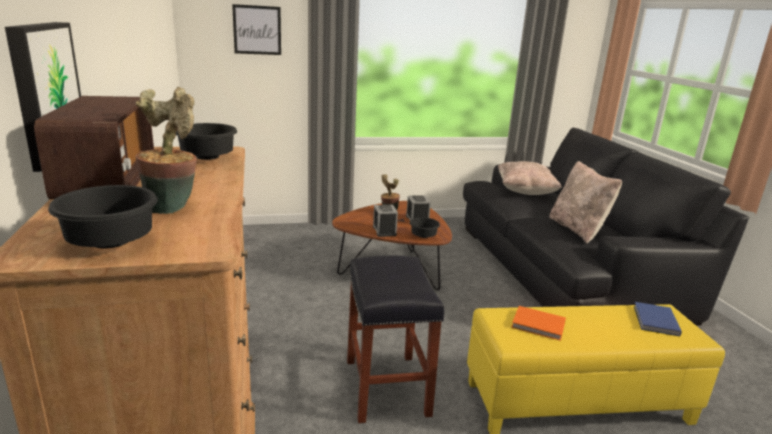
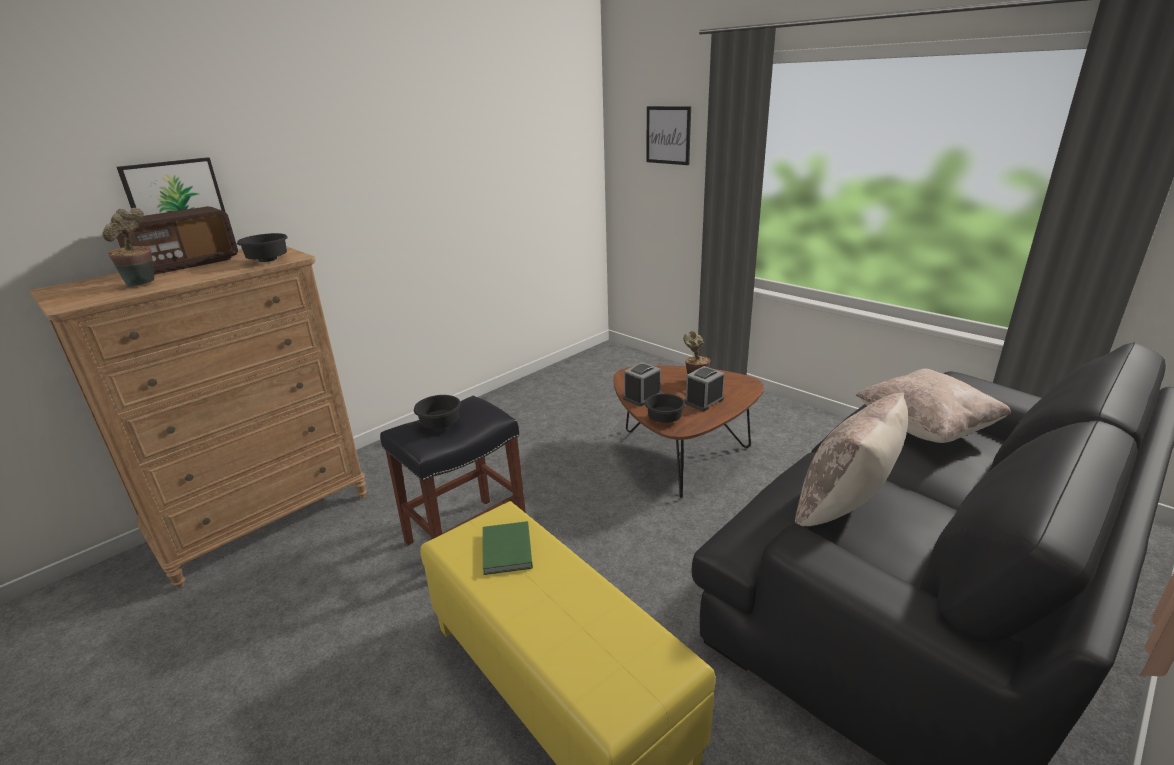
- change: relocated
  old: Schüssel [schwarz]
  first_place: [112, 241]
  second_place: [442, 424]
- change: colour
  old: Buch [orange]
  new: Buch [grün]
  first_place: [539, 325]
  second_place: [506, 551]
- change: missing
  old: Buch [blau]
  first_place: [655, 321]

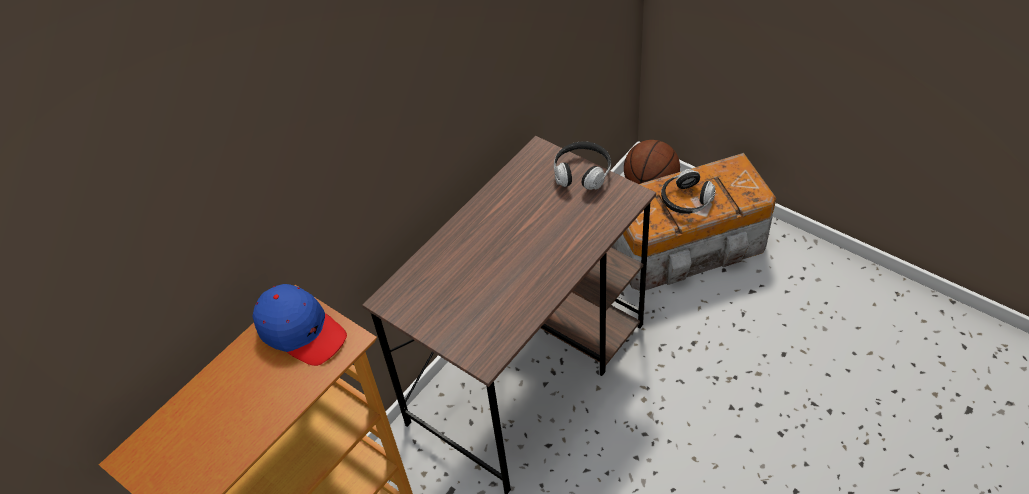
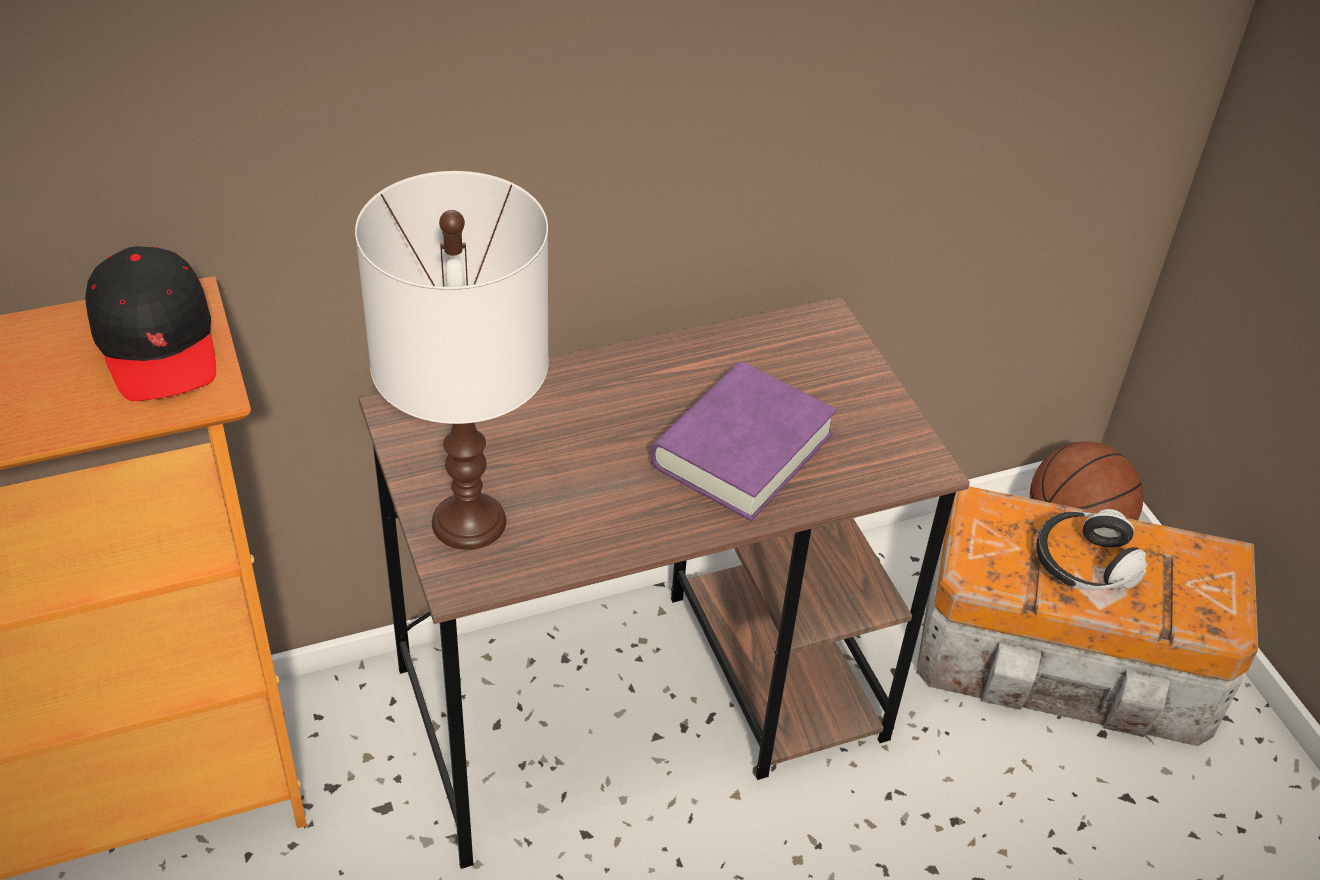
- change: colour
  old: Kappe [blau]
  new: Kappe [schwarz]
  first_place: [301, 331]
  second_place: [157, 342]
- change: appeared
  new: Tischlampe [weiß]
  second_place: [469, 520]
- change: appeared
  new: Buch [lila]
  second_place: [742, 450]
- change: missing
  old: Kopfhörer
  first_place: [582, 173]

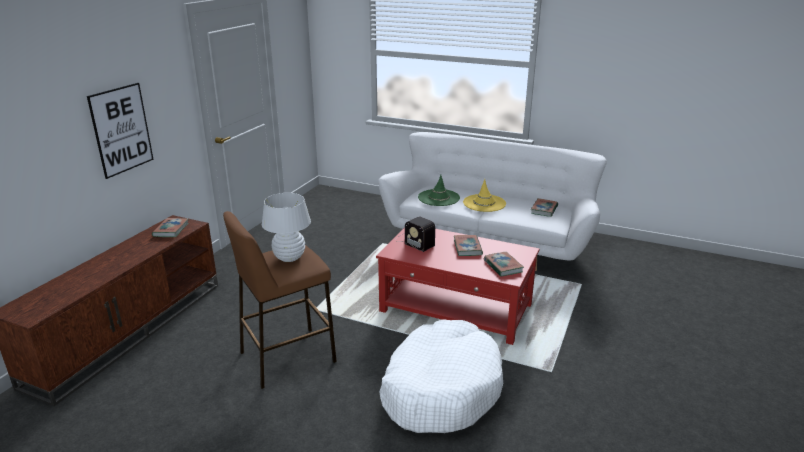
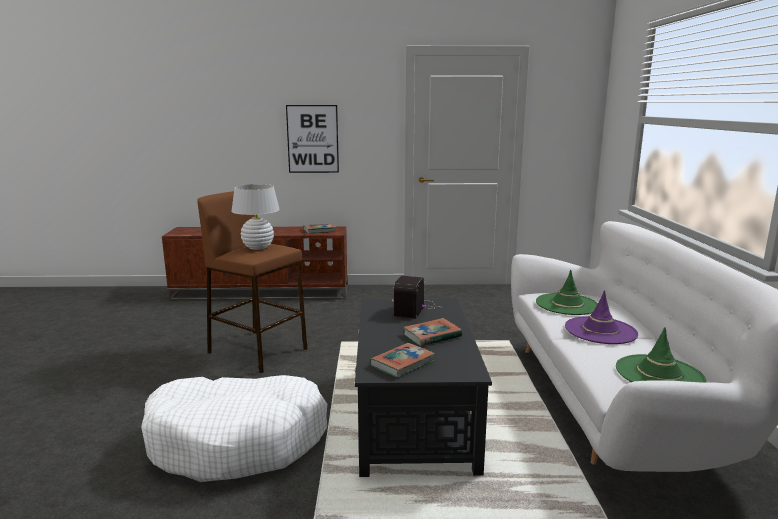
- change: colour
  old: Couchtisch [rot]
  new: Couchtisch [schwarz]
  first_place: [456, 308]
  second_place: [414, 416]
- change: colour
  old: Hut [gelb]
  new: Hut [lila]
  first_place: [484, 203]
  second_place: [600, 330]
- change: exchanged
  old: Buch
  new: Hut [grün]
  first_place: [544, 210]
  second_place: [659, 374]

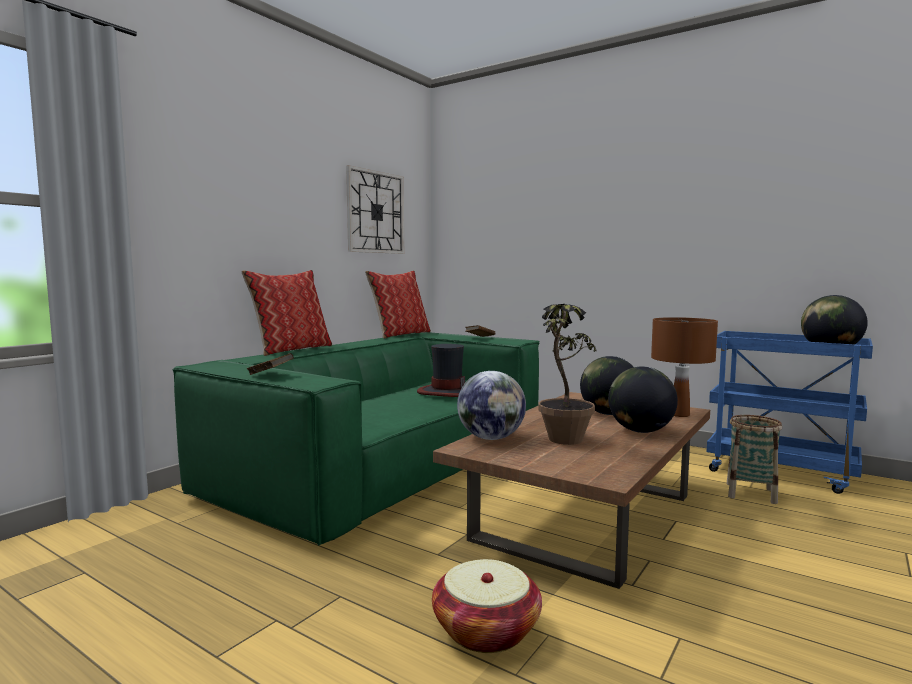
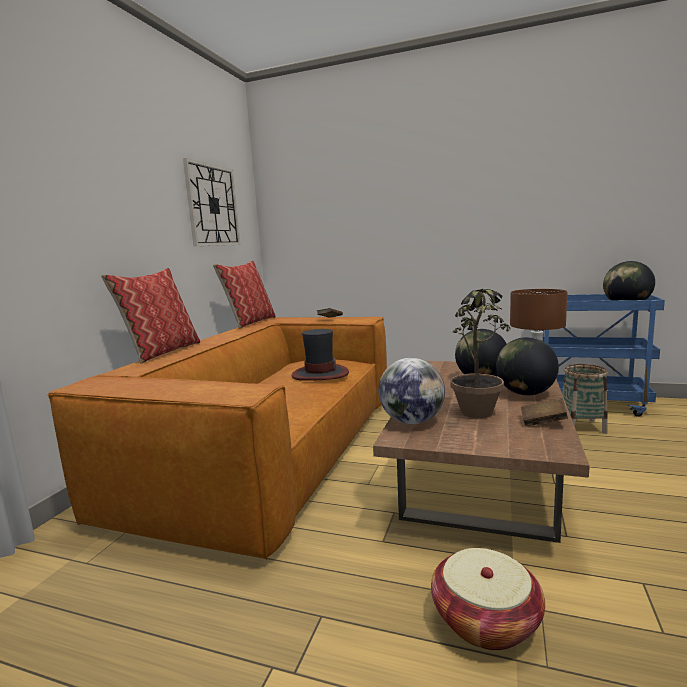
- change: colour
  old: Sofa [grün]
  new: Sofa [braun]
  first_place: [387, 465]
  second_place: [272, 450]
- change: relocated
  old: Buch [braun]
  first_place: [270, 375]
  second_place: [543, 422]

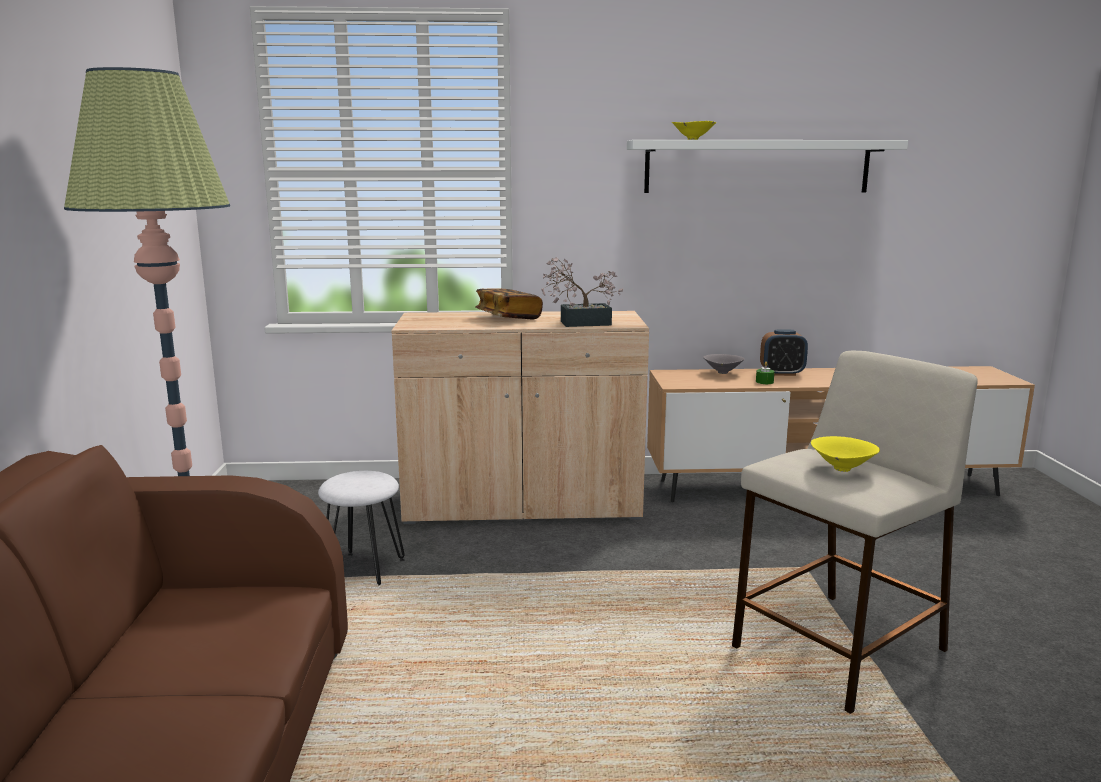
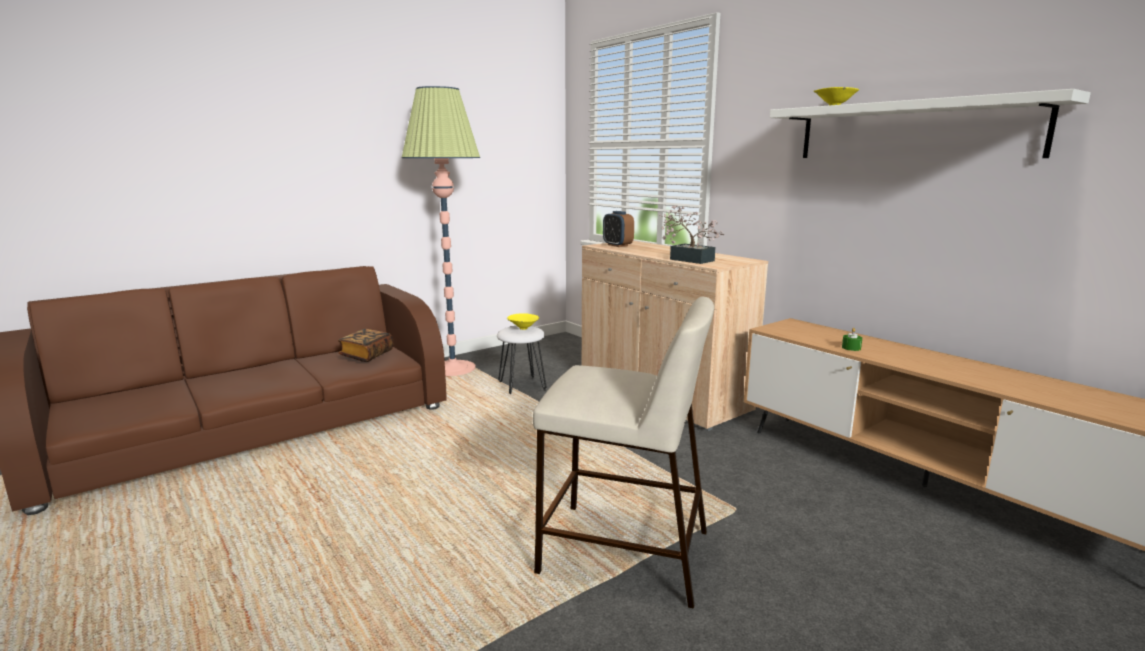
- change: relocated
  old: Buch
  first_place: [508, 317]
  second_place: [367, 355]
- change: relocated
  old: Schüssel [gelb]
  first_place: [841, 470]
  second_place: [522, 328]
- change: relocated
  old: Wecker
  first_place: [782, 373]
  second_place: [617, 245]
- change: missing
  old: Schüssel [grau]
  first_place: [722, 373]

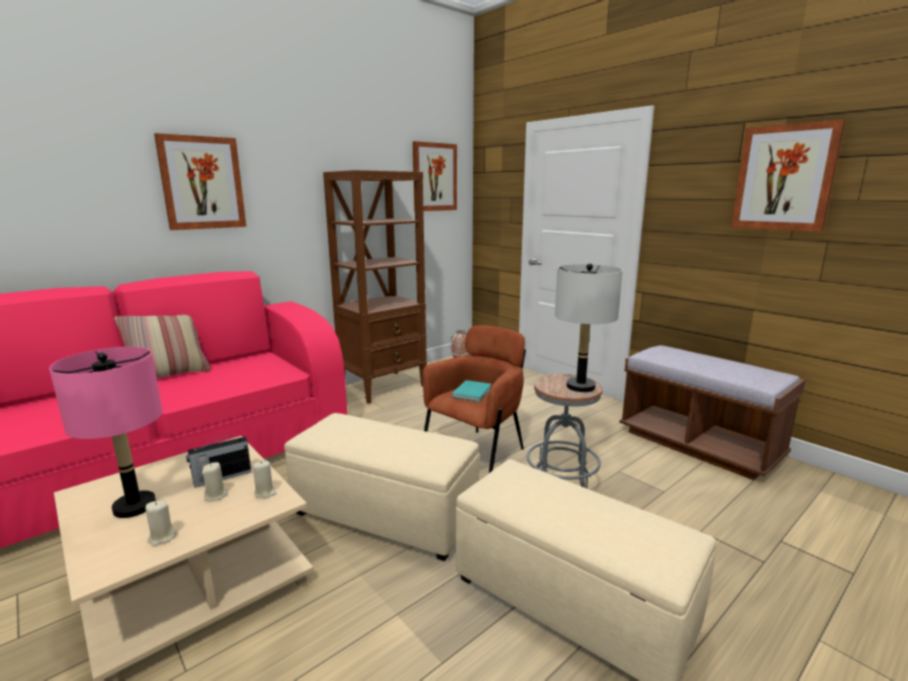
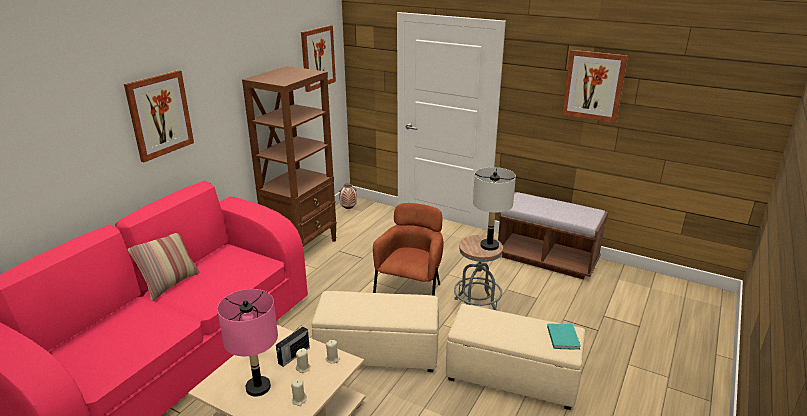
- change: relocated
  old: Buch [türkis]
  first_place: [473, 392]
  second_place: [563, 337]

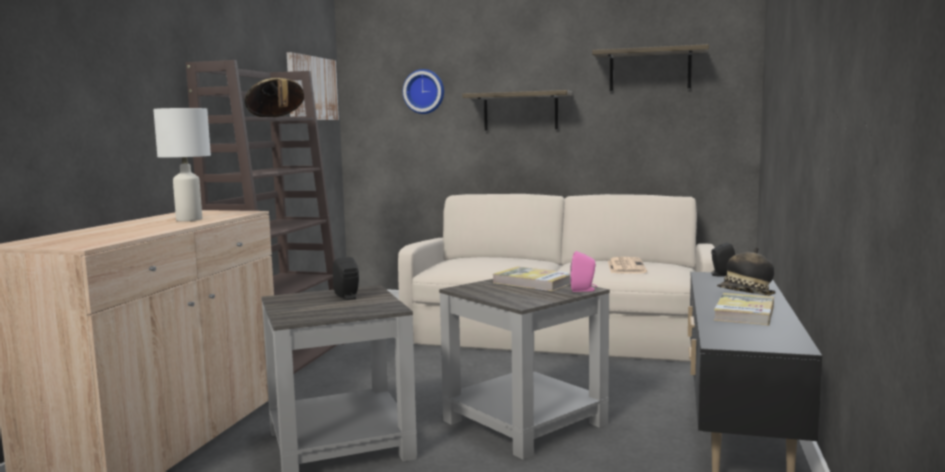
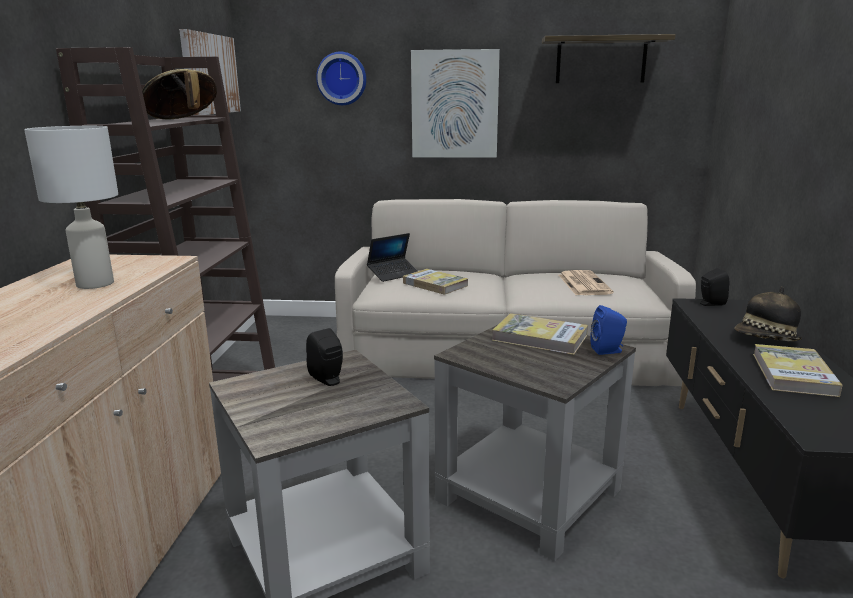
- change: appeared
  new: Laptop
  second_place: [393, 274]
- change: appeared
  new: Buch
  second_place: [435, 284]
- change: exchanged
  old: Wandregal
  new: Bild
  first_place: [520, 111]
  second_place: [454, 104]
- change: colour
  old: Lautsprecher [rosa]
  new: Lautsprecher [blau]
  first_place: [583, 290]
  second_place: [608, 350]

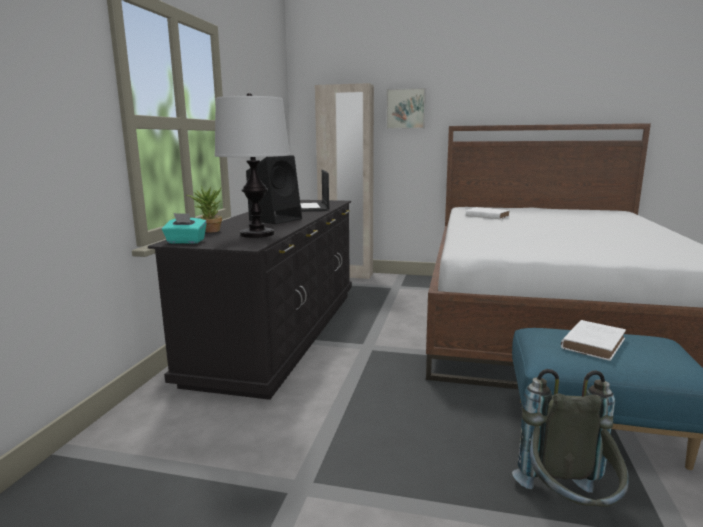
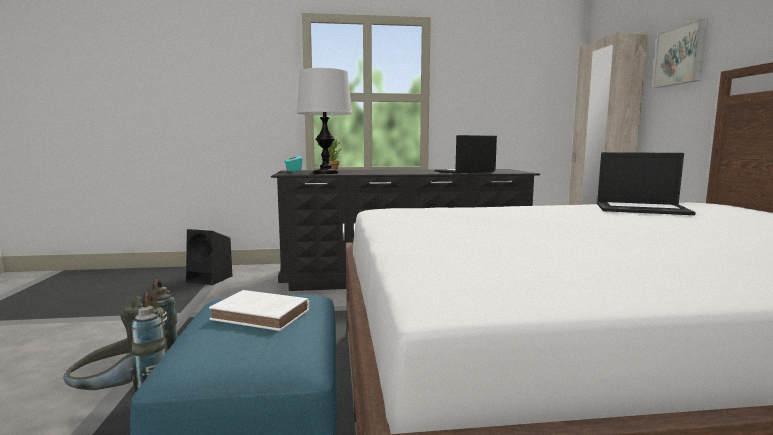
- change: relocated
  old: Lautsprecher [schwarz]
  first_place: [276, 219]
  second_place: [211, 279]
- change: exchanged
  old: Buch [weiß]
  new: Laptop
  first_place: [486, 216]
  second_place: [642, 209]

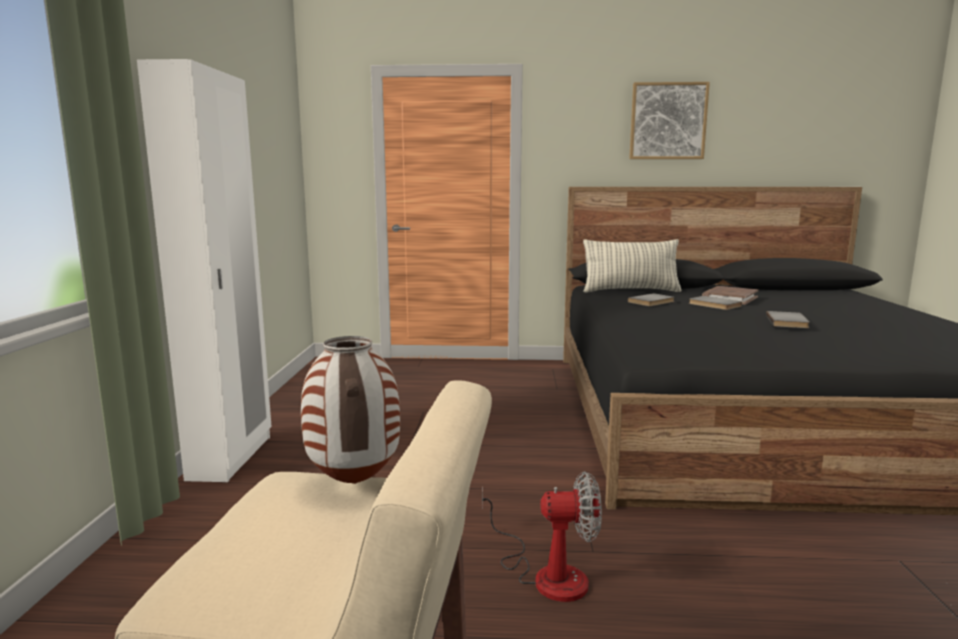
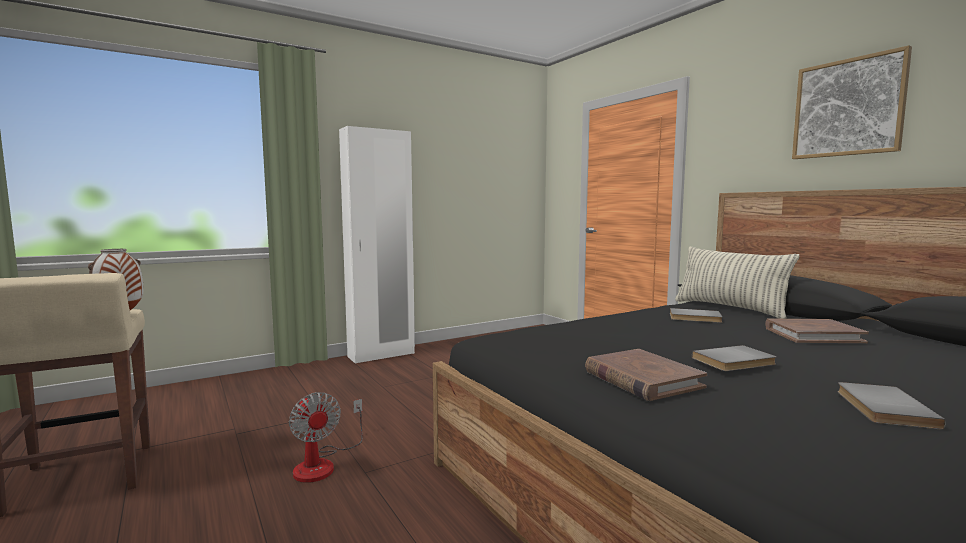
- change: appeared
  new: Buch [braun]
  second_place: [642, 379]
- change: relocated
  old: Buch [grau]
  first_place: [713, 305]
  second_place: [881, 408]

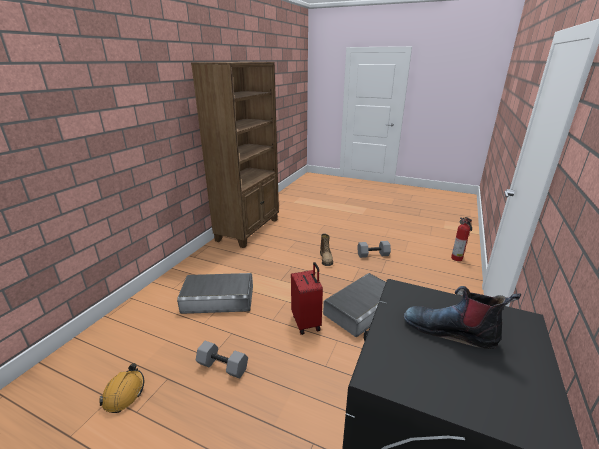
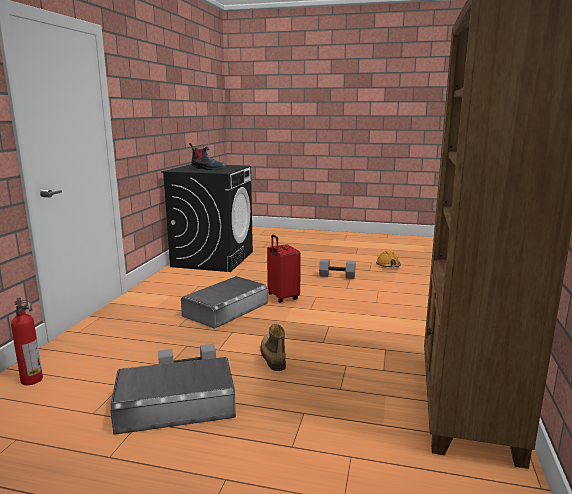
- change: relocated
  old: Aufbewahrungsbox [grau]
  first_place: [218, 299]
  second_place: [176, 404]

